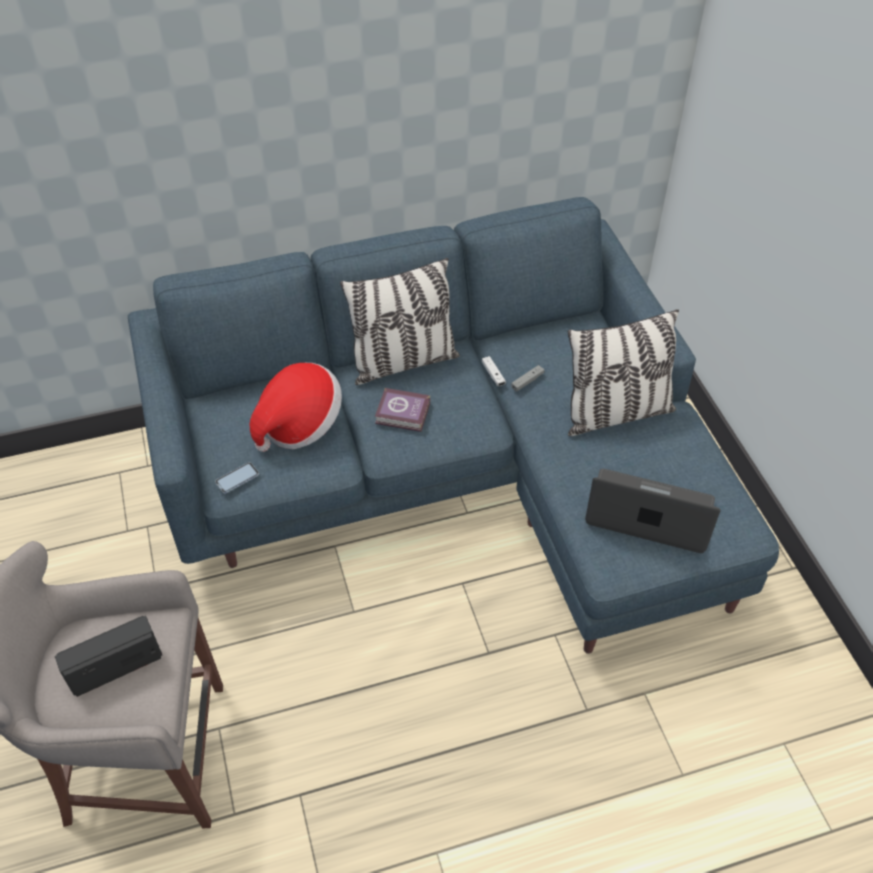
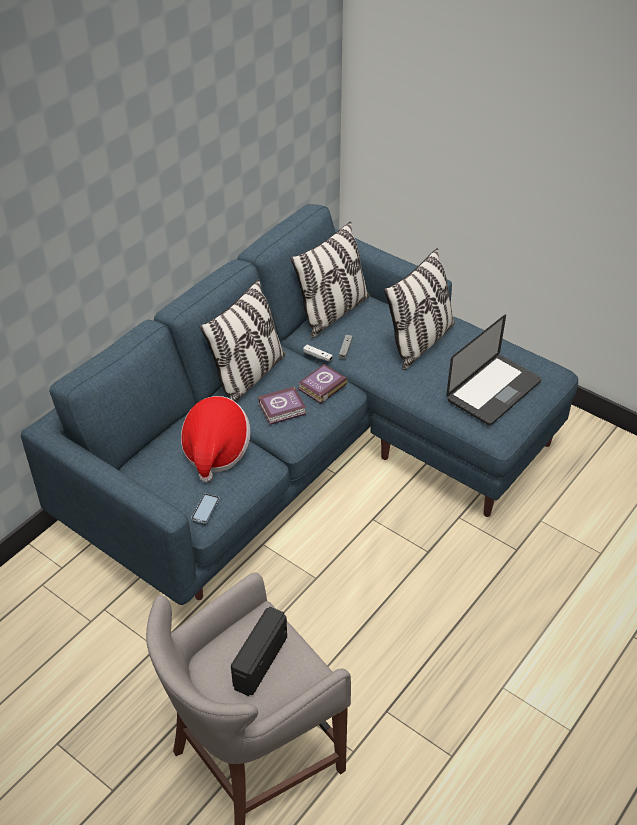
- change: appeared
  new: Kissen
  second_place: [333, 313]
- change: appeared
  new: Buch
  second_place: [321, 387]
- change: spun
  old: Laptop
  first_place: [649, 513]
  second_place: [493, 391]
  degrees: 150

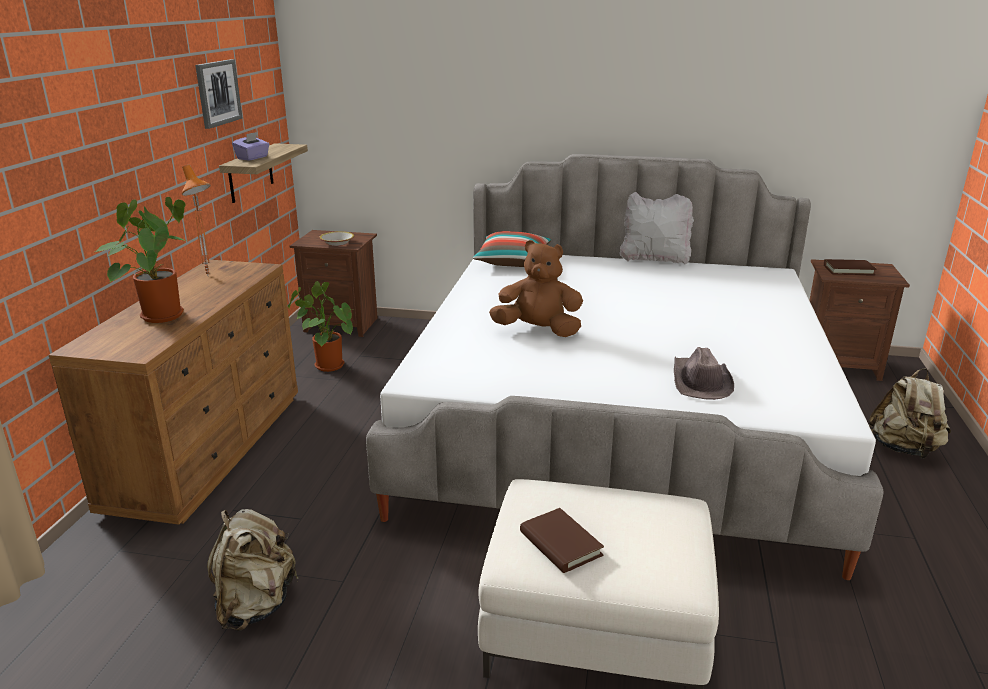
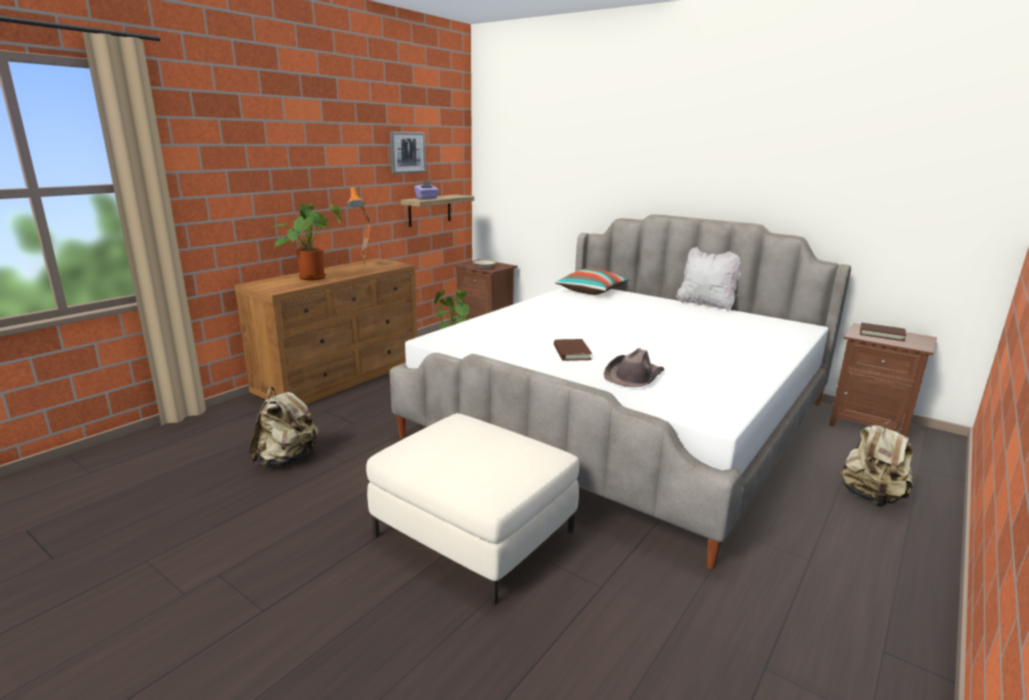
- change: relocated
  old: Buch [braun]
  first_place: [560, 544]
  second_place: [571, 352]
- change: missing
  old: Plüschtier [braun]
  first_place: [538, 330]

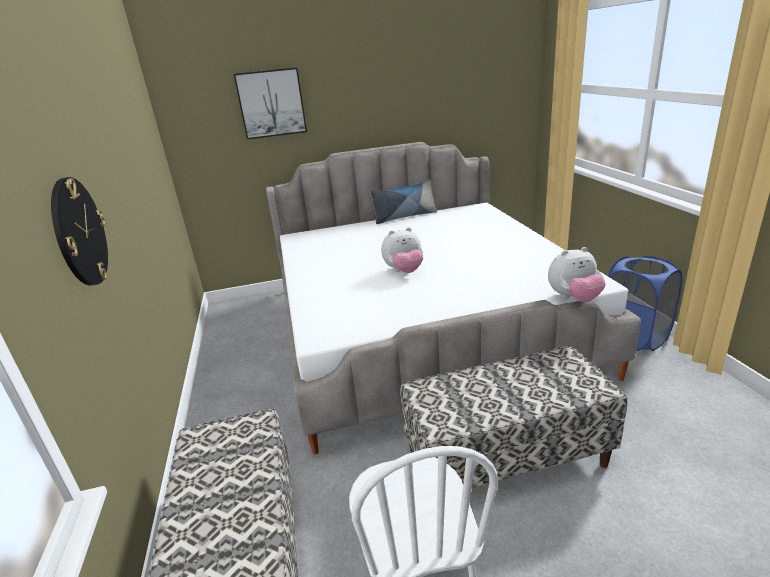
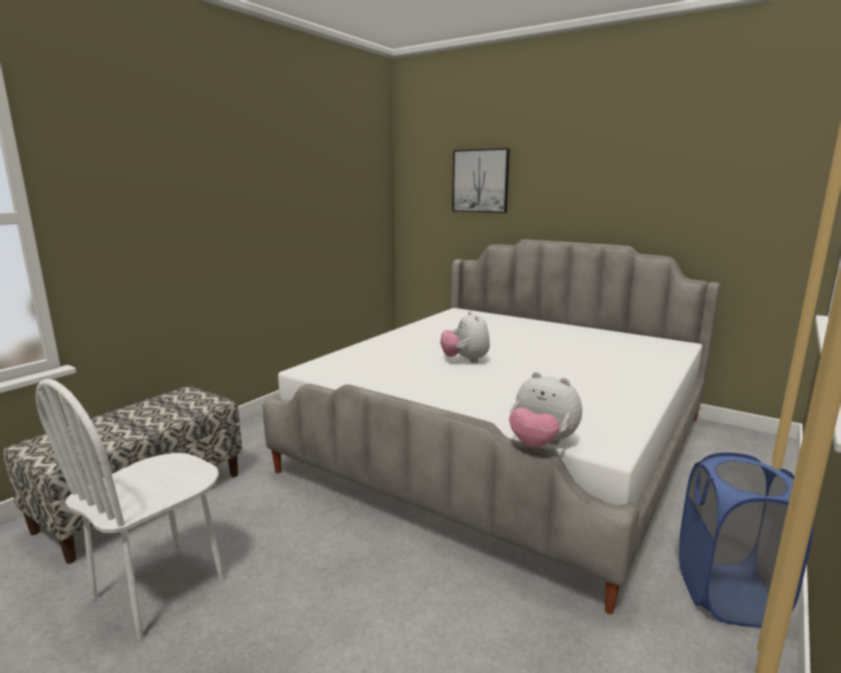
- change: spun
  old: Plüschtier
  first_place: [404, 271]
  second_place: [465, 360]
  degrees: 45
- change: missing
  old: Wanduhr
  first_place: [79, 232]
- change: missing
  old: Kissen
  first_place: [405, 216]
- change: missing
  old: Bank
  first_place: [506, 459]

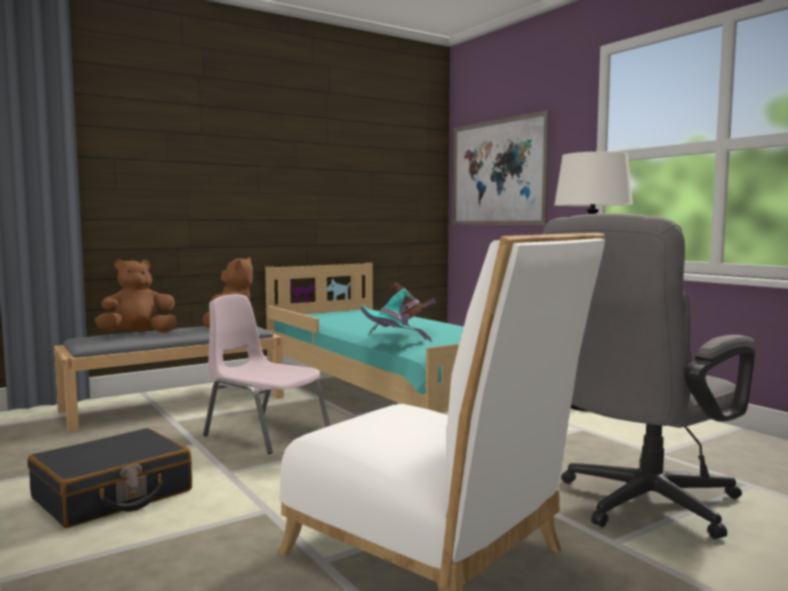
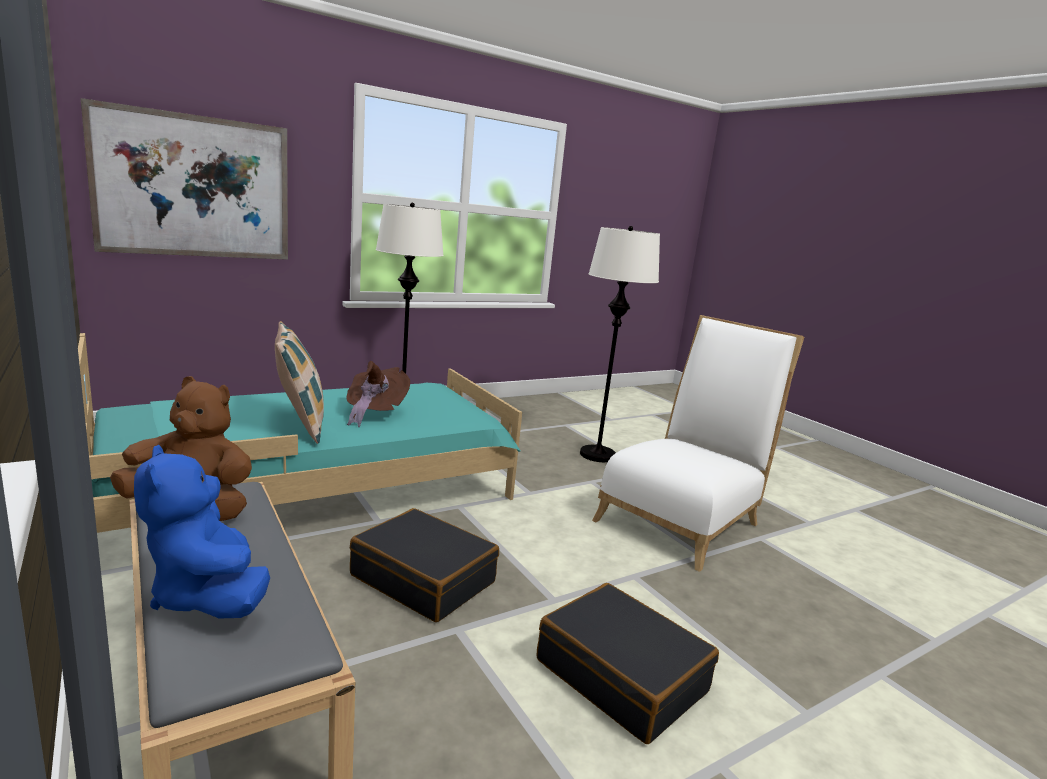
- change: colour
  old: Plüschtier [braun]
  new: Plüschtier [blau]
  first_place: [138, 334]
  second_place: [208, 595]
- change: appeared
  new: Kissen
  second_place: [299, 425]
- change: exchanged
  old: Stuhl [rosa]
  new: Koffer [schwarz]
  first_place: [265, 432]
  second_place: [424, 578]
- change: exchanged
  old: Bürostuhl [grau]
  new: Stehlampe [weiß]
  first_place: [638, 505]
  second_place: [597, 455]
- change: missing
  old: Hut [türkis]
  first_place: [393, 345]

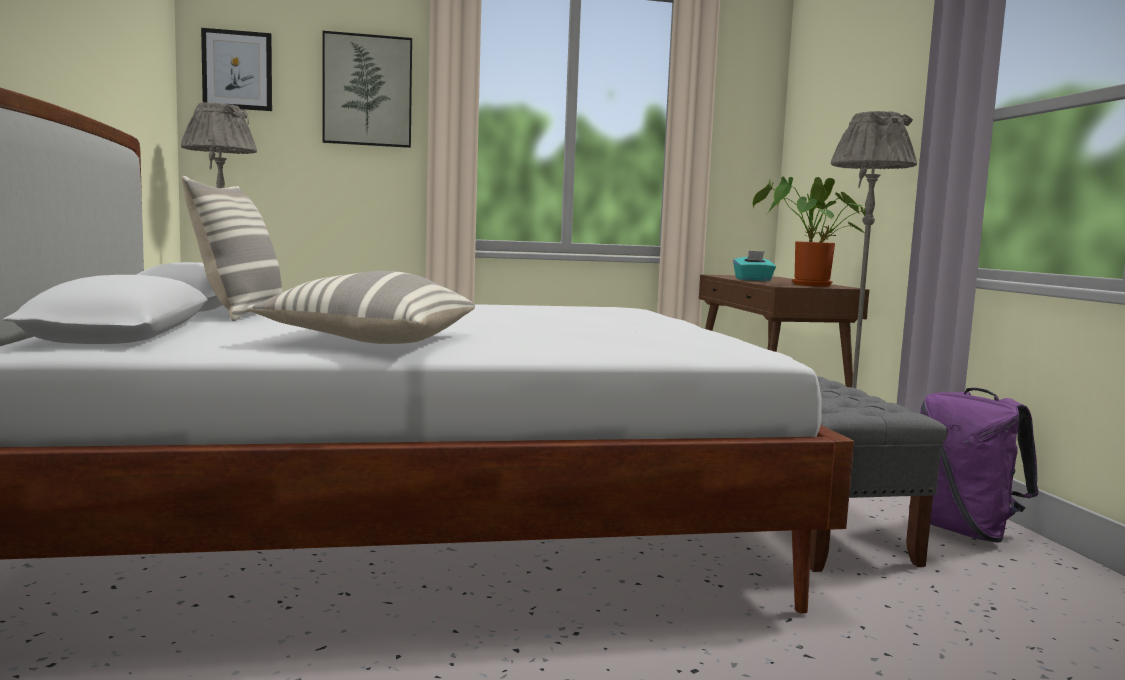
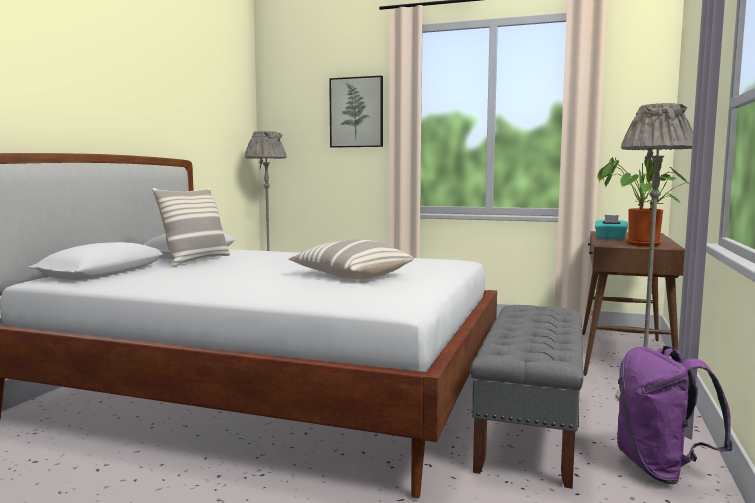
- change: relocated
  old: Kissen
  first_place: [370, 341]
  second_place: [351, 276]
- change: missing
  old: Bild
  first_place: [237, 70]

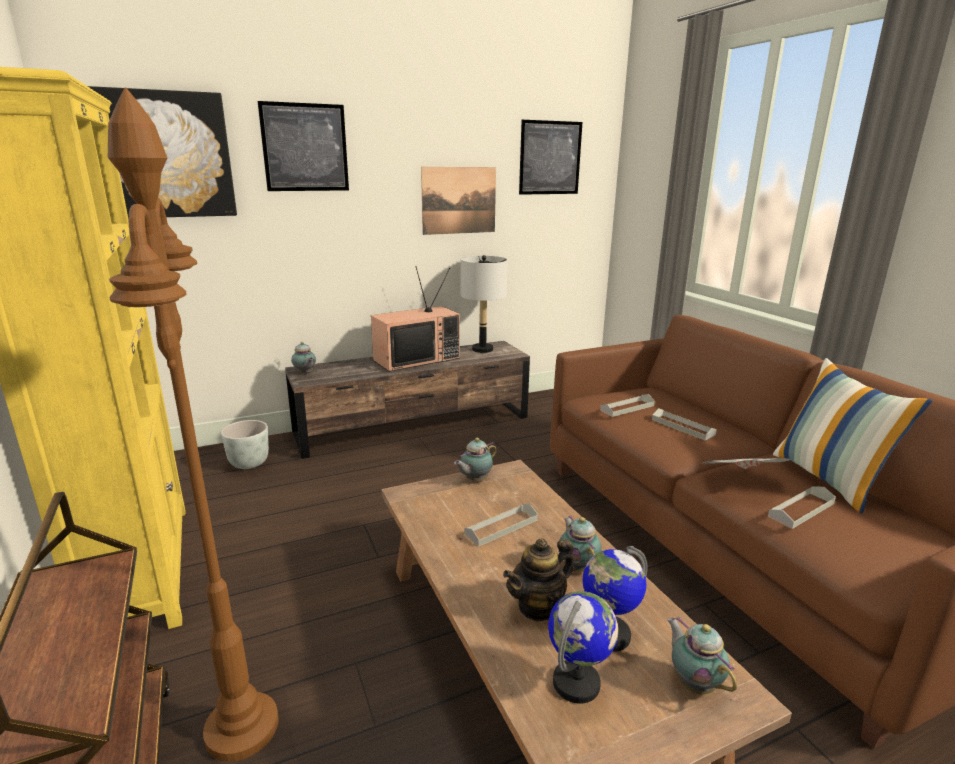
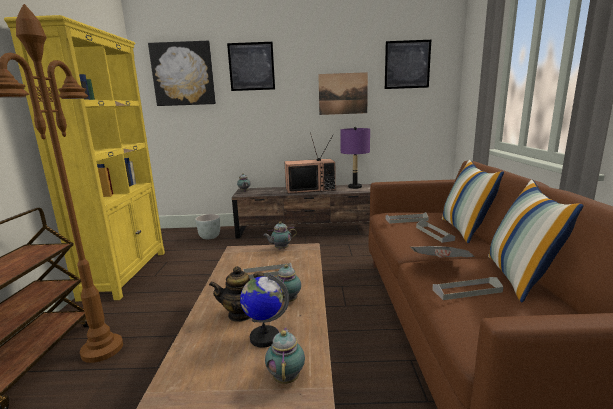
- change: colour
  old: Tischlampe [grau]
  new: Tischlampe [lila]
  first_place: [482, 349]
  second_place: [355, 187]
- change: appeared
  new: Kissen
  second_place: [465, 230]
- change: missing
  old: Globus
  first_place: [577, 683]

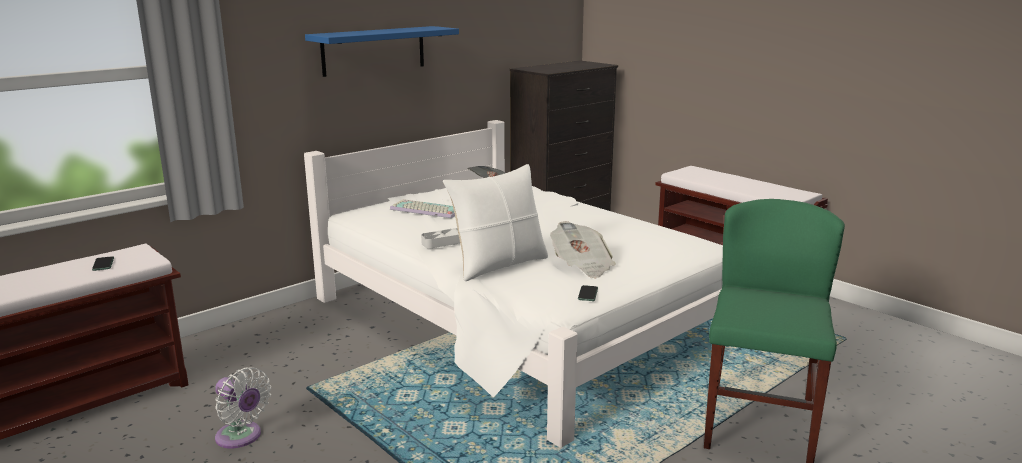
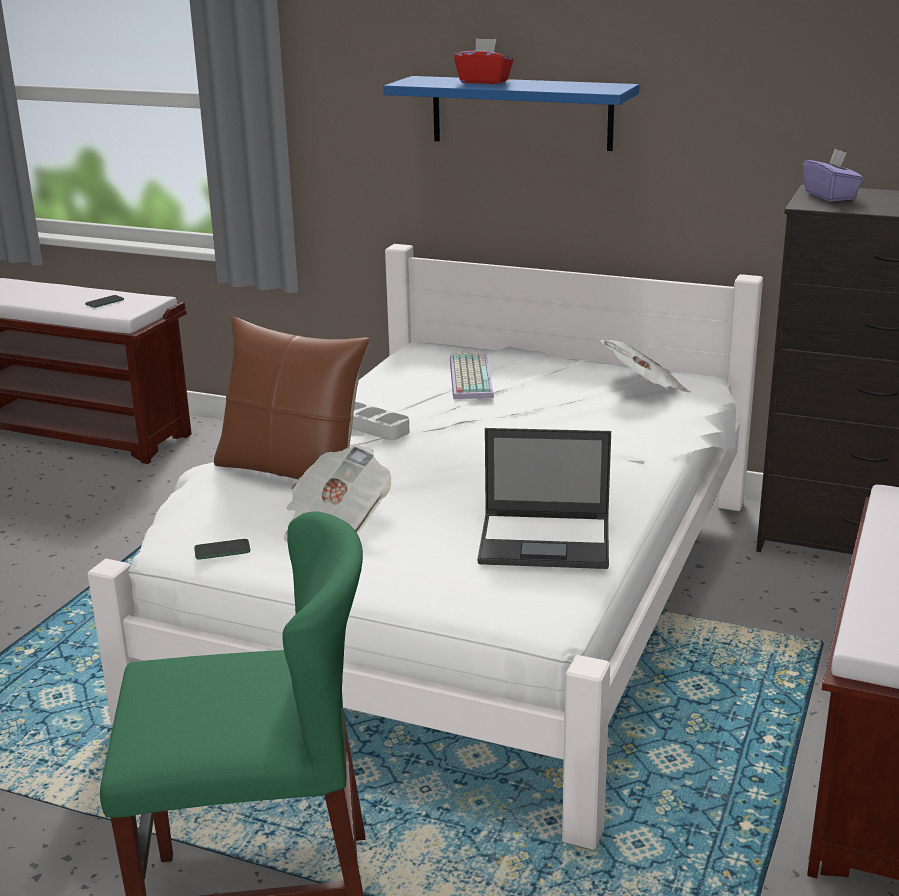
- change: colour
  old: Kissen [weiß]
  new: Kissen [braun]
  first_place: [498, 265]
  second_place: [292, 471]
- change: appeared
  new: Taschentuchbox [rot]
  second_place: [484, 82]
- change: appeared
  new: Laptop
  second_place: [546, 541]
- change: appeared
  new: Taschentuchbox [lila]
  second_place: [830, 196]
- change: missing
  old: Ventilator [weiß]
  first_place: [241, 437]

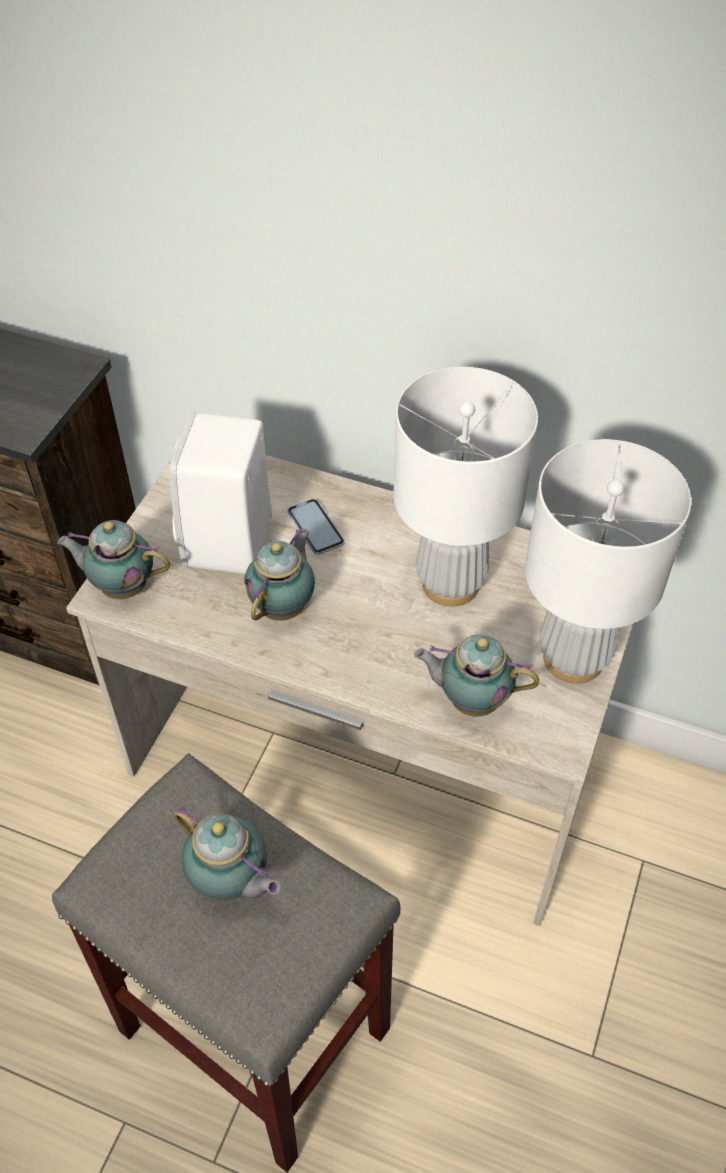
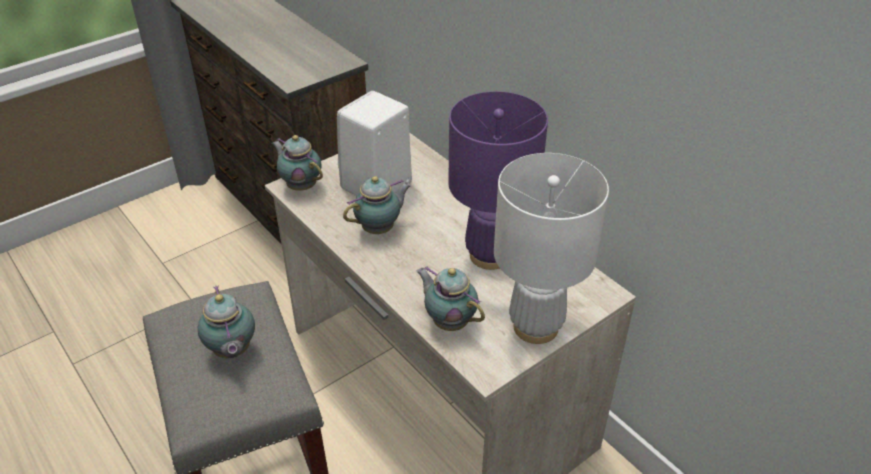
- change: colour
  old: Tischlampe [weiß]
  new: Tischlampe [lila]
  first_place: [451, 583]
  second_place: [490, 255]
- change: missing
  old: Handy
  first_place: [315, 528]

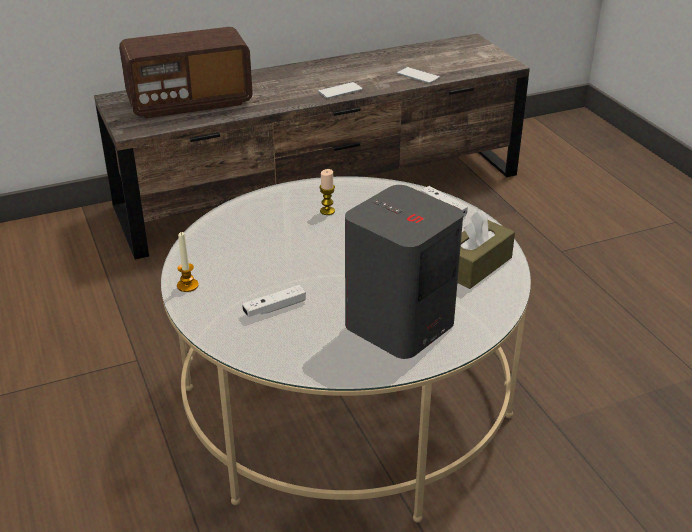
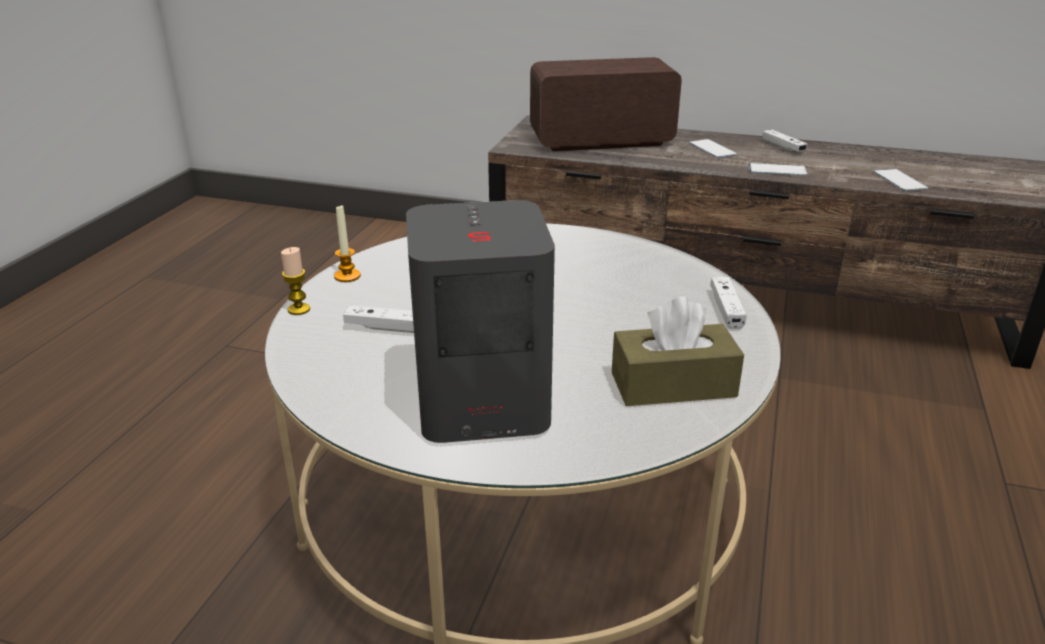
- change: relocated
  old: Kerze
  first_place: [327, 211]
  second_place: [299, 309]
- change: spun
  old: Radio
  first_place: [189, 102]
  second_place: [601, 140]
  degrees: 150
- change: appeared
  new: Handy
  second_place: [712, 149]
- change: appeared
  new: Gamepad [weiß]
  second_place: [783, 147]

